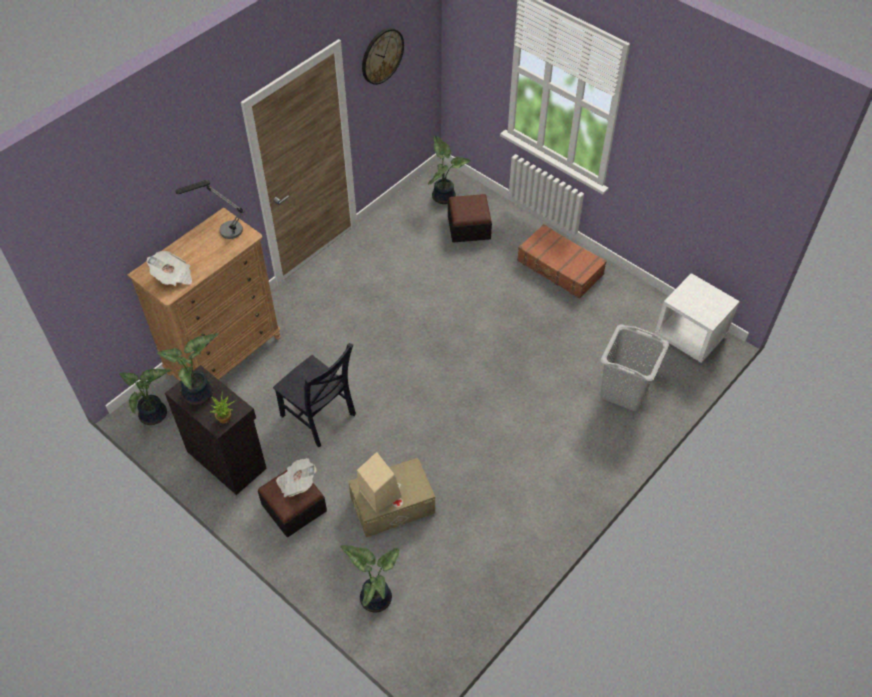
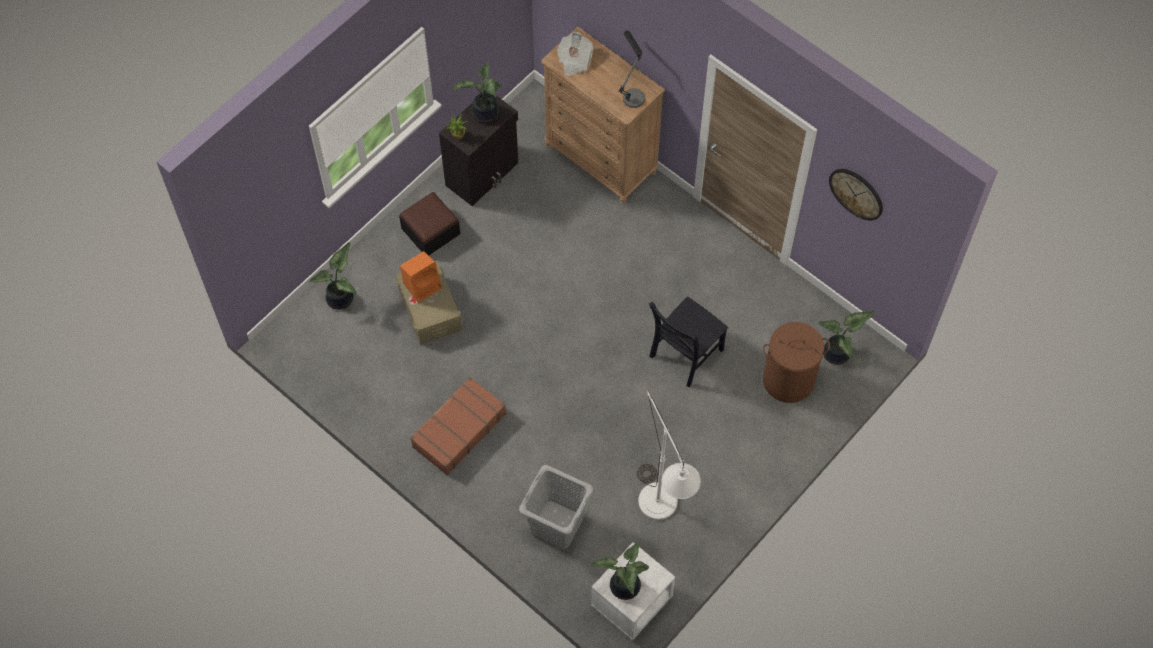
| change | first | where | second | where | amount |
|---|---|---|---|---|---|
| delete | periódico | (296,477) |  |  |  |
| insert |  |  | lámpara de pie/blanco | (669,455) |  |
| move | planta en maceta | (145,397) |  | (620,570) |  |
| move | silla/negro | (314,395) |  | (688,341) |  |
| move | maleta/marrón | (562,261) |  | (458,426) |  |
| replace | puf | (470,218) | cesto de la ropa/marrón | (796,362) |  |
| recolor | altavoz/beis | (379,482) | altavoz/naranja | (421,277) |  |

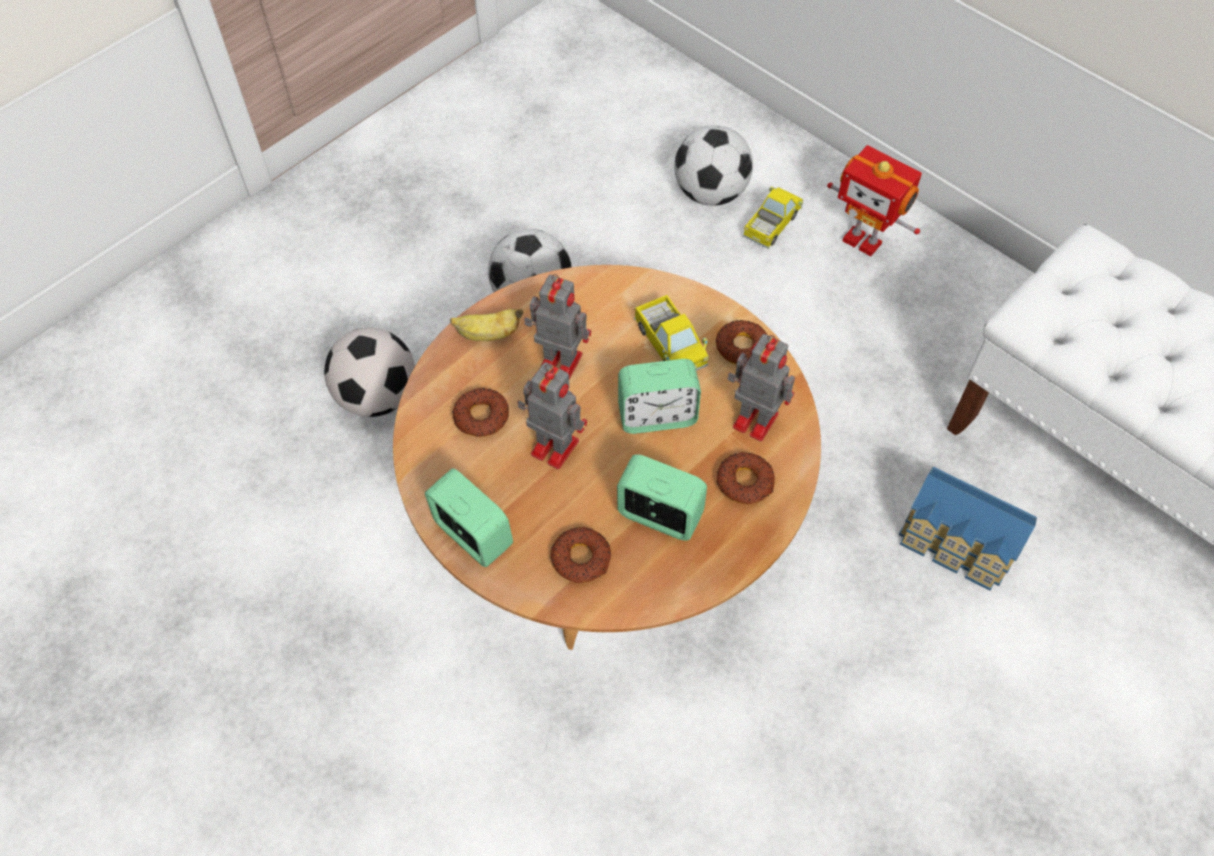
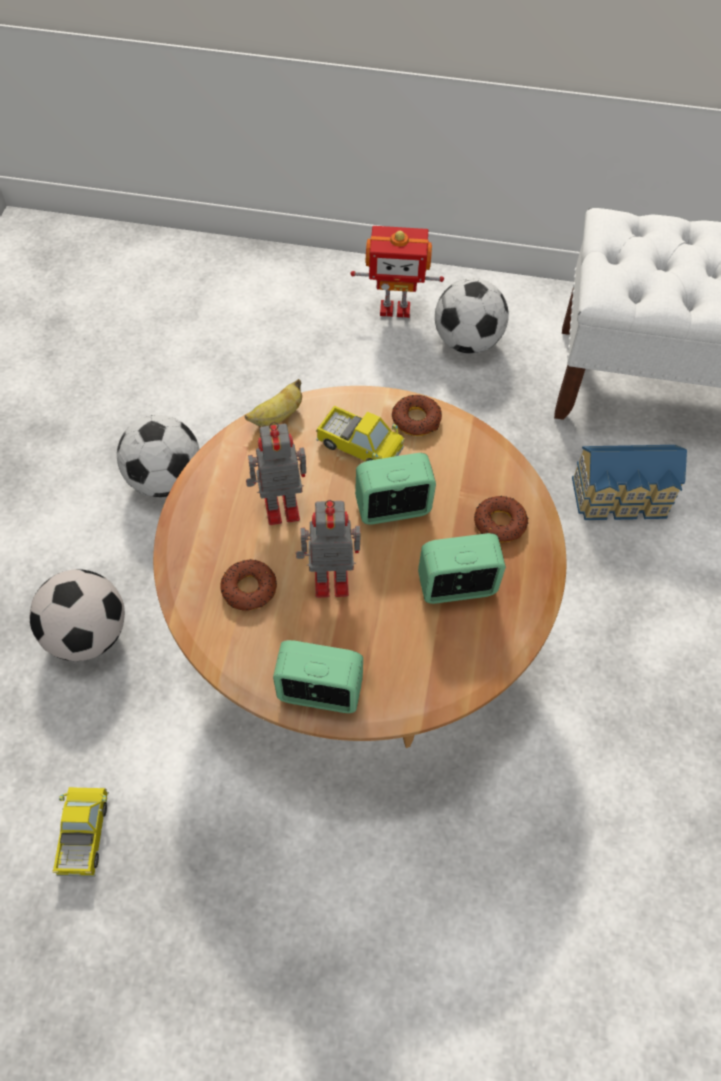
| change | first | where | second | where | amount |
|---|---|---|---|---|---|
| delete | rosquilla | (580,555) |  |  |  |
| delete | robot de juguete | (761,387) |  |  |  |
| move | plátano | (486,324) |  | (273,403) |  |
| move | balón de fútbol | (713,165) |  | (472,316) |  |
| move | camión de juguete | (773,217) |  | (80,832) |  |
| rotate | despertador | (659,396) |  | (395,489) | 150 degrees counterclockwise |

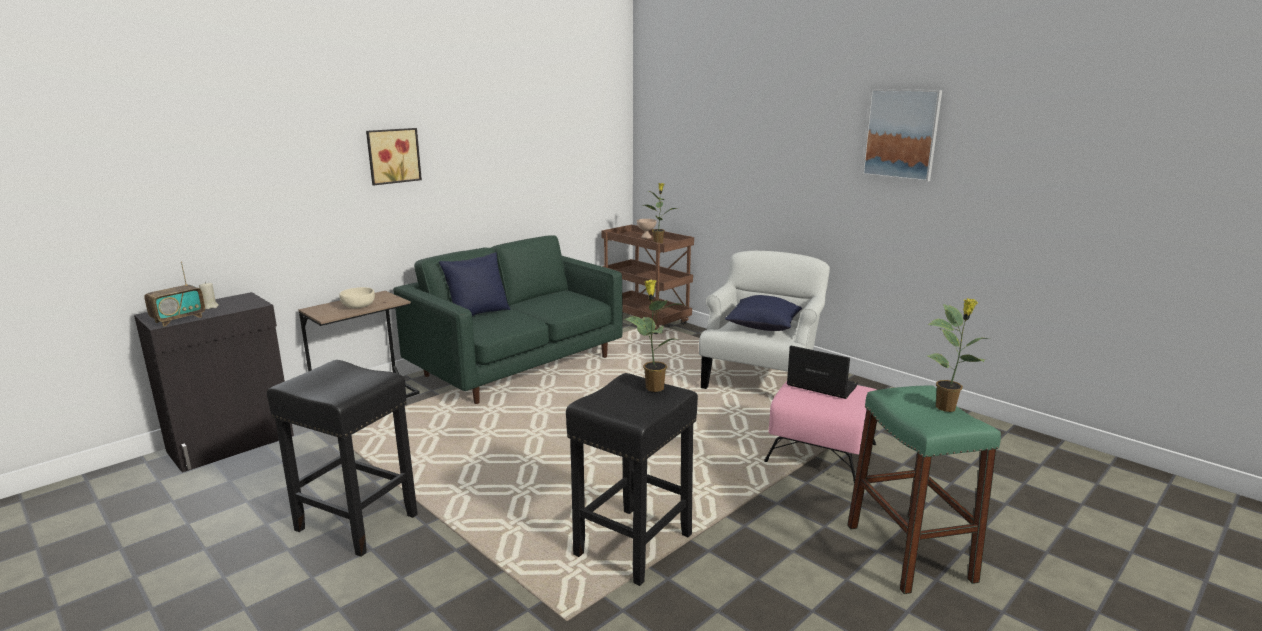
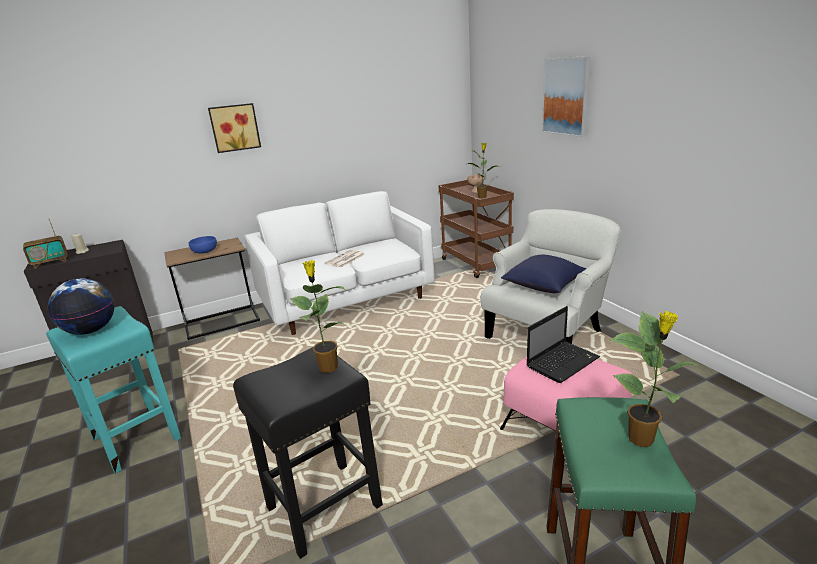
| change | first | where | second | where | amount |
|---|---|---|---|---|---|
| delete | cojín/azul | (474,284) |  |  |  |
| insert |  |  | globo terráqueo | (81,306) |  |
| insert |  |  | periódico | (345,259) |  |
| move | cuadro | (902,135) |  | (566,96) |  |
| recolor | taburete/negro | (342,458) | taburete/turquesa | (113,390) |  |
| recolor | cuenco/beis | (357,297) | cuenco/azul | (203,245) |  |
| recolor | sofá/verde | (508,319) | sofá/blanco | (339,263) |  |
| rotate | portátil | (822,372) |  | (563,344) | 90 degrees clockwise |

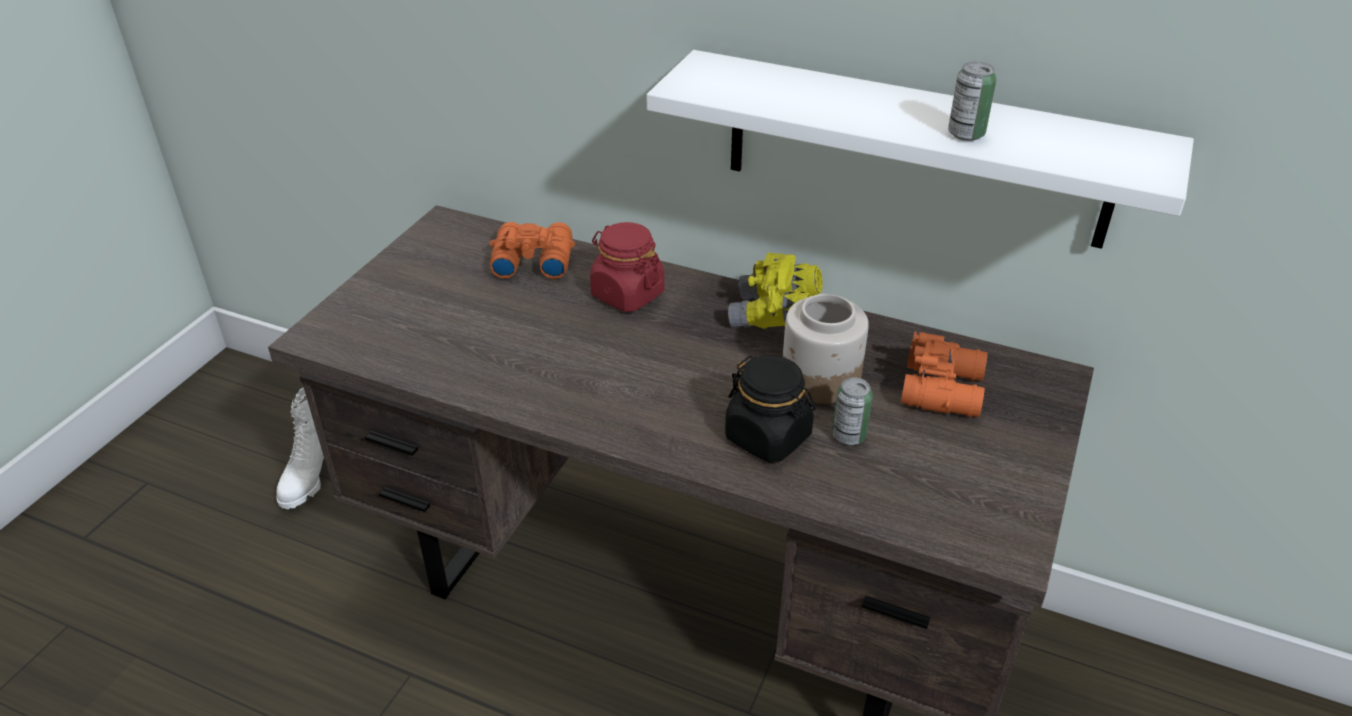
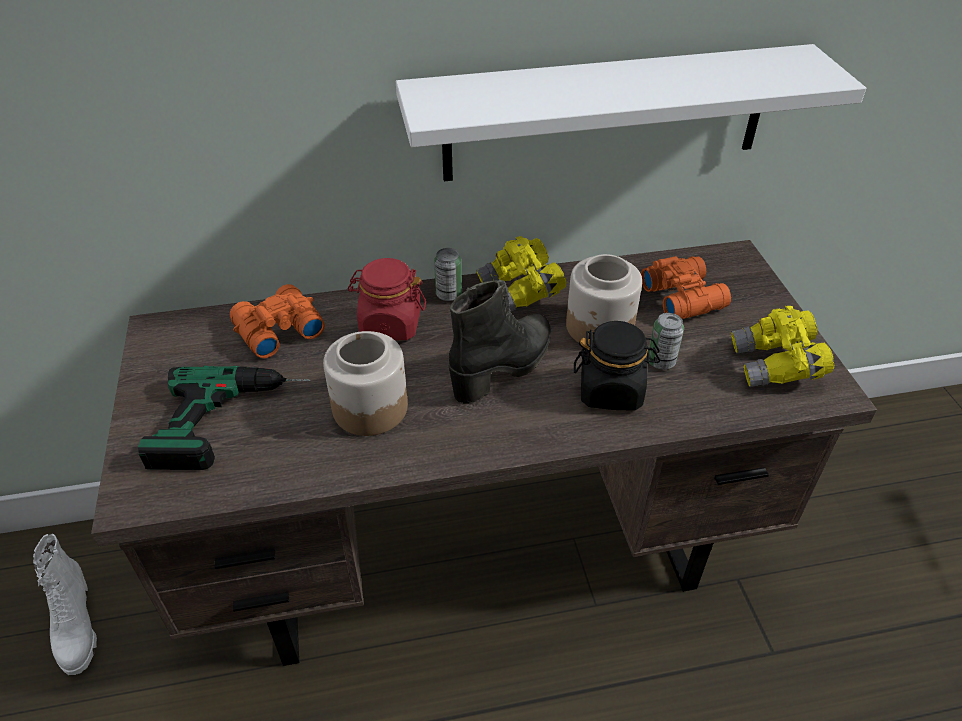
| change | first | where | second | where | amount |
|---|---|---|---|---|---|
| insert |  |  | taladro | (224,418) |  |
| insert |  |  | tarro | (365,383) |  |
| insert |  |  | bota/negro | (500,342) |  |
| insert |  |  | prismáticos/amarillo | (783,346) |  |
| move | lata | (972,101) |  | (448,274) |  |

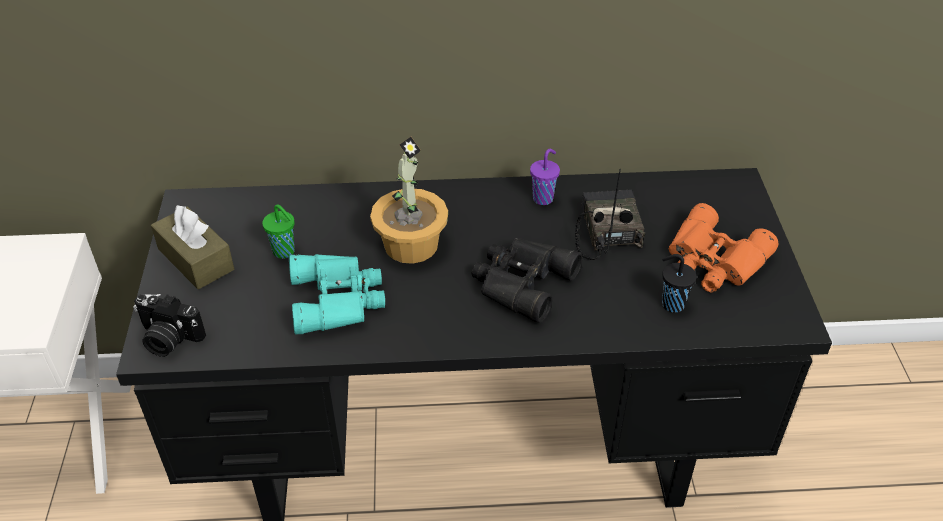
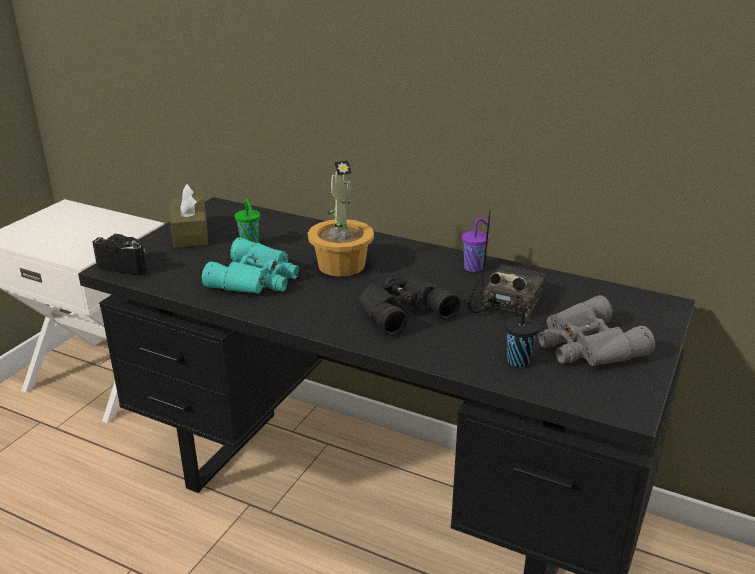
| change | first | where | second | where | amount |
|---|---|---|---|---|---|
| recolor | prismáticos/naranja | (724,248) | prismáticos/gris | (596,330) |  |
| rotate | cámara | (169,325) |  | (119,255) | 150 degrees clockwise |

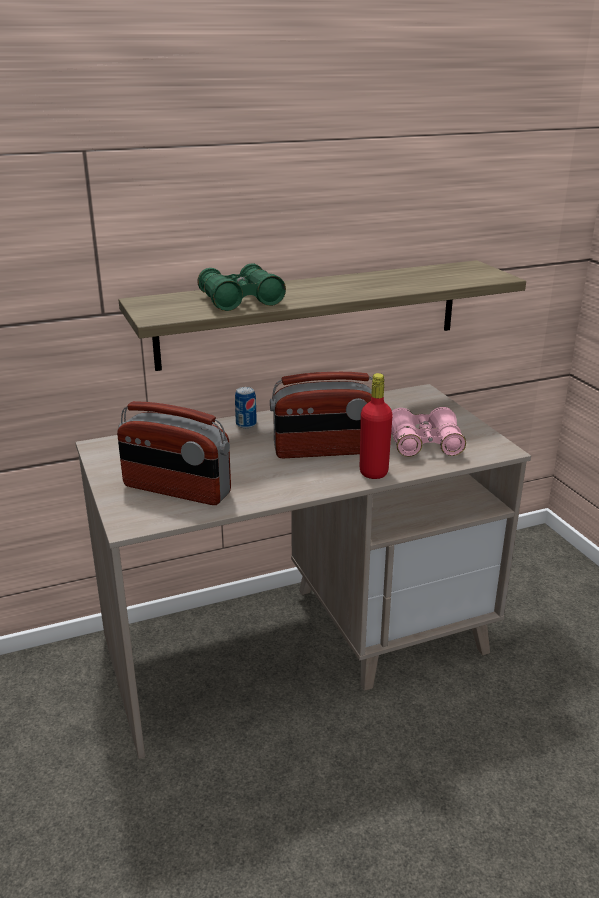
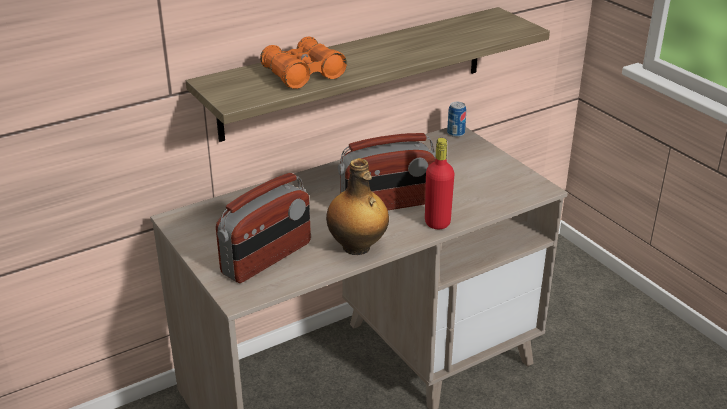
| change | first | where | second | where | amount |
|---|---|---|---|---|---|
| delete | prismáticos/rosa | (428,432) |  |  |  |
| insert |  |  | botella | (357,206) |  |
| move | lata | (246,407) |  | (456,119) |  |
| recolor | prismáticos/verde | (241,287) | prismáticos/naranja | (303,63) |  |
| rotate | radio | (174,453) |  | (263,228) | 60 degrees counterclockwise |

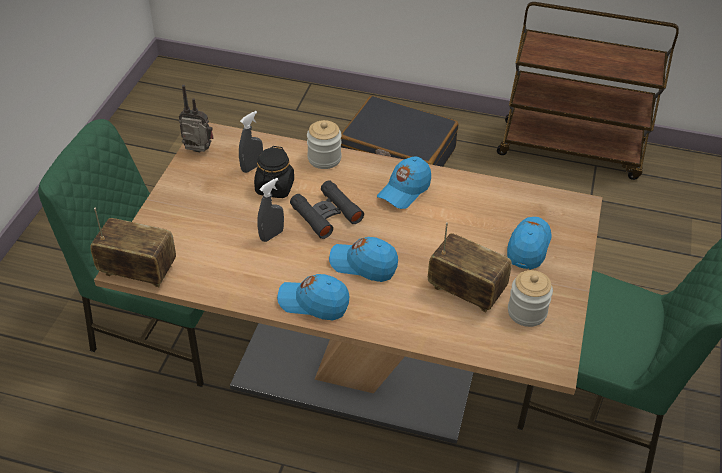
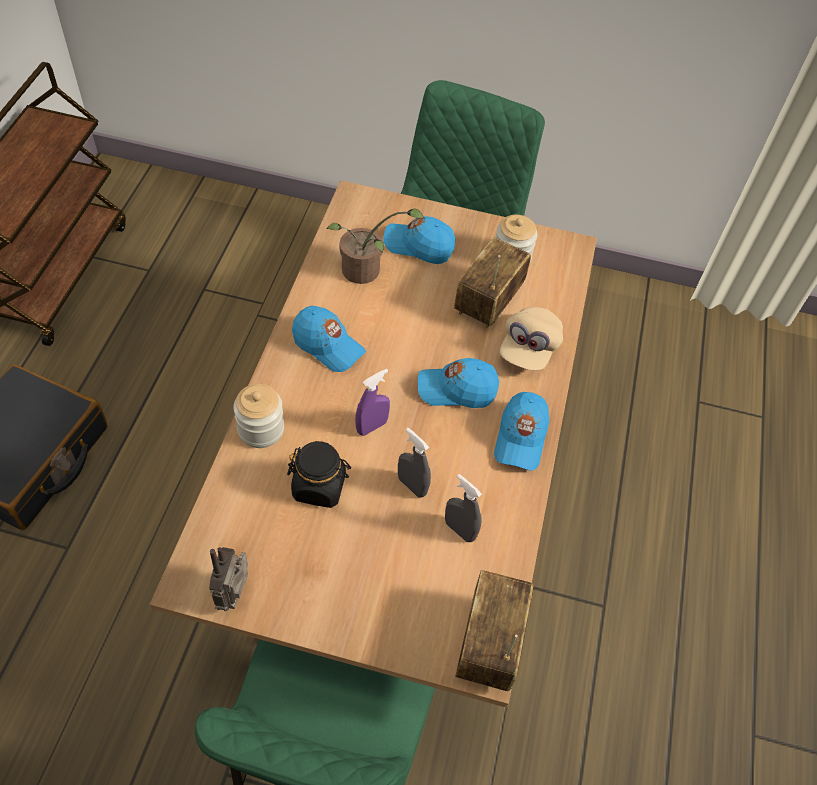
| change | first | where | second | where | amount |
|---|---|---|---|---|---|
| insert |  |  | planta en maceta | (376,246) |  |
| insert |  |  | gorra/beis | (531,338) |  |
| move | pulverizador/gris | (251,142) |  | (463,508) |  |
| replace | prismáticos/negro | (327,209) | pulverizador/morado | (372,402) |  |
| rotate | gorra/azul | (363,259) |  | (458,383) | 75 degrees clockwise |

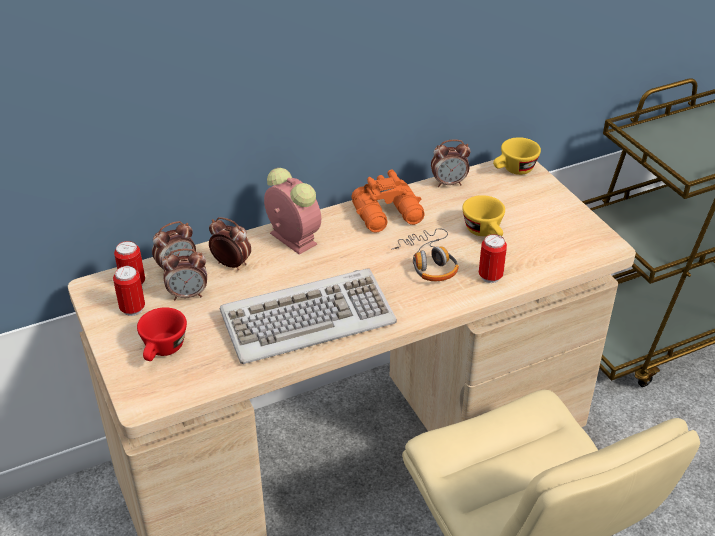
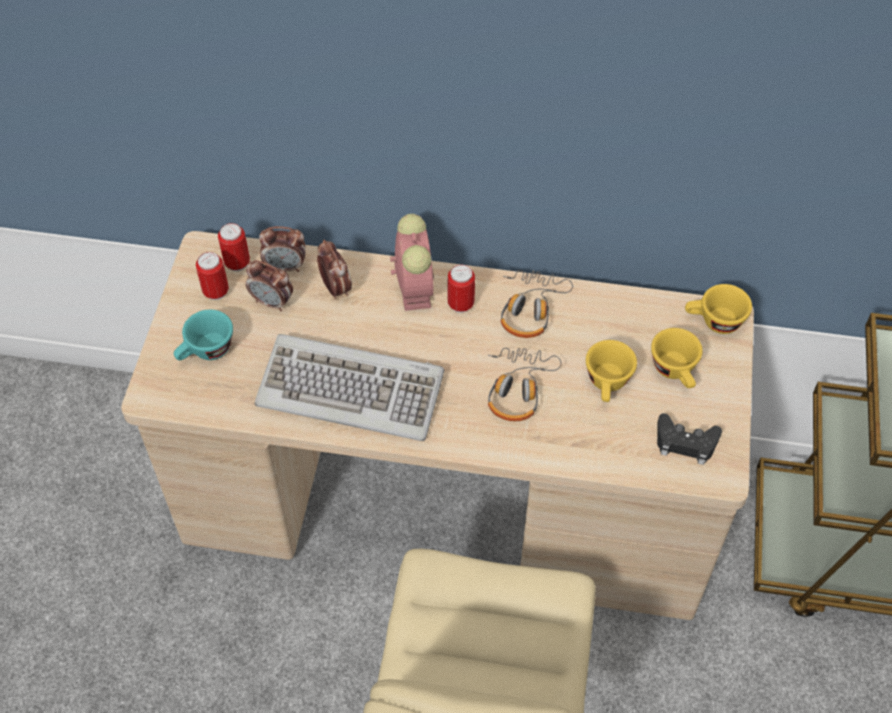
| change | first | where | second | where | amount |
|---|---|---|---|---|---|
| delete | despertador | (451,163) |  |  |  |
| insert |  |  | taza/amarillo | (677,358) |  |
| insert |  |  | mando de consola/negro | (689,439) |  |
| move | lata | (493,258) |  | (461,288) |  |
| replace | prismáticos/naranja | (388,201) | auriculares | (537,304) |  |
| recolor | taza/rojo | (162,334) | taza/turquesa | (203,334) |  |

